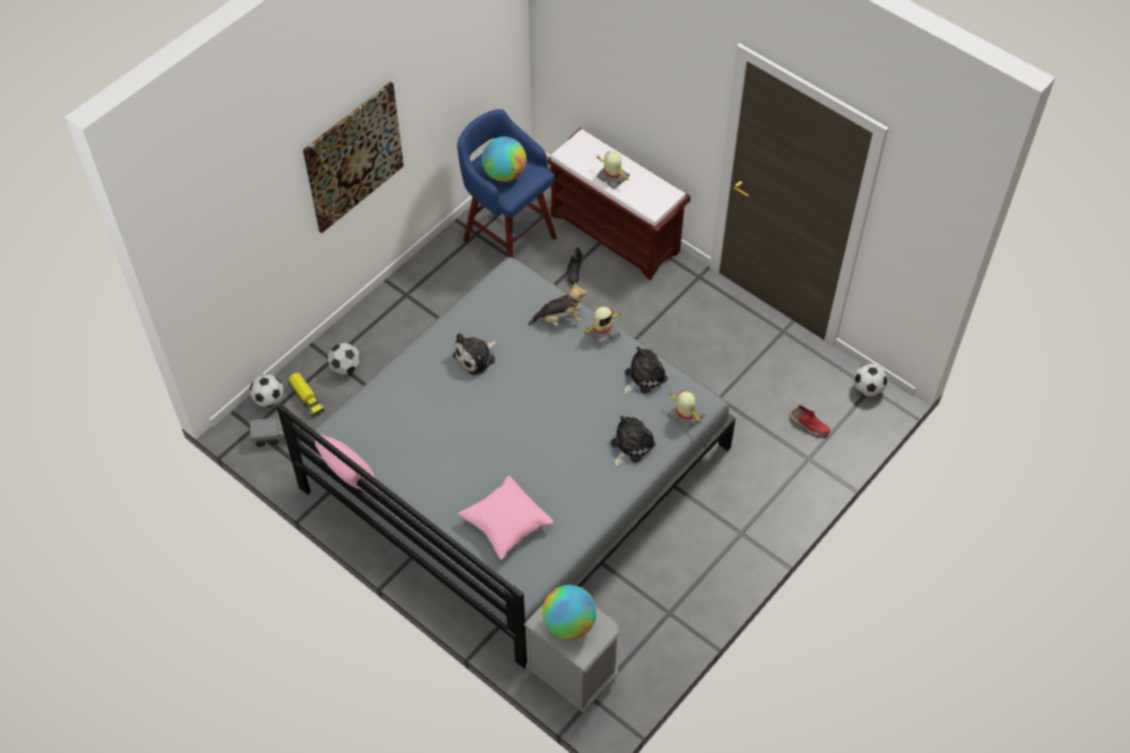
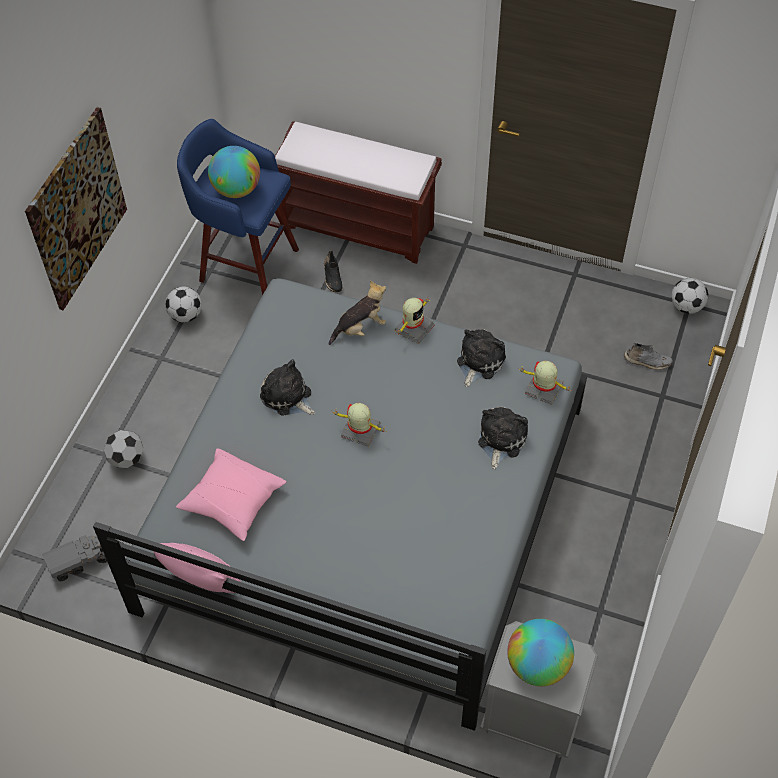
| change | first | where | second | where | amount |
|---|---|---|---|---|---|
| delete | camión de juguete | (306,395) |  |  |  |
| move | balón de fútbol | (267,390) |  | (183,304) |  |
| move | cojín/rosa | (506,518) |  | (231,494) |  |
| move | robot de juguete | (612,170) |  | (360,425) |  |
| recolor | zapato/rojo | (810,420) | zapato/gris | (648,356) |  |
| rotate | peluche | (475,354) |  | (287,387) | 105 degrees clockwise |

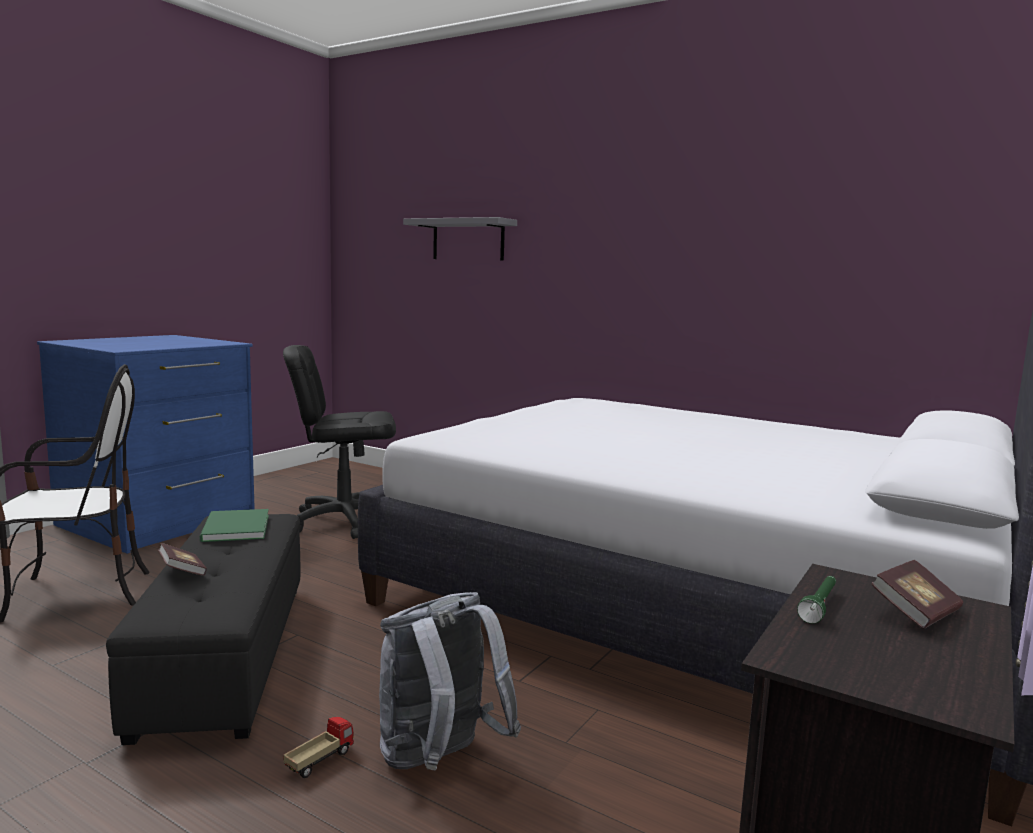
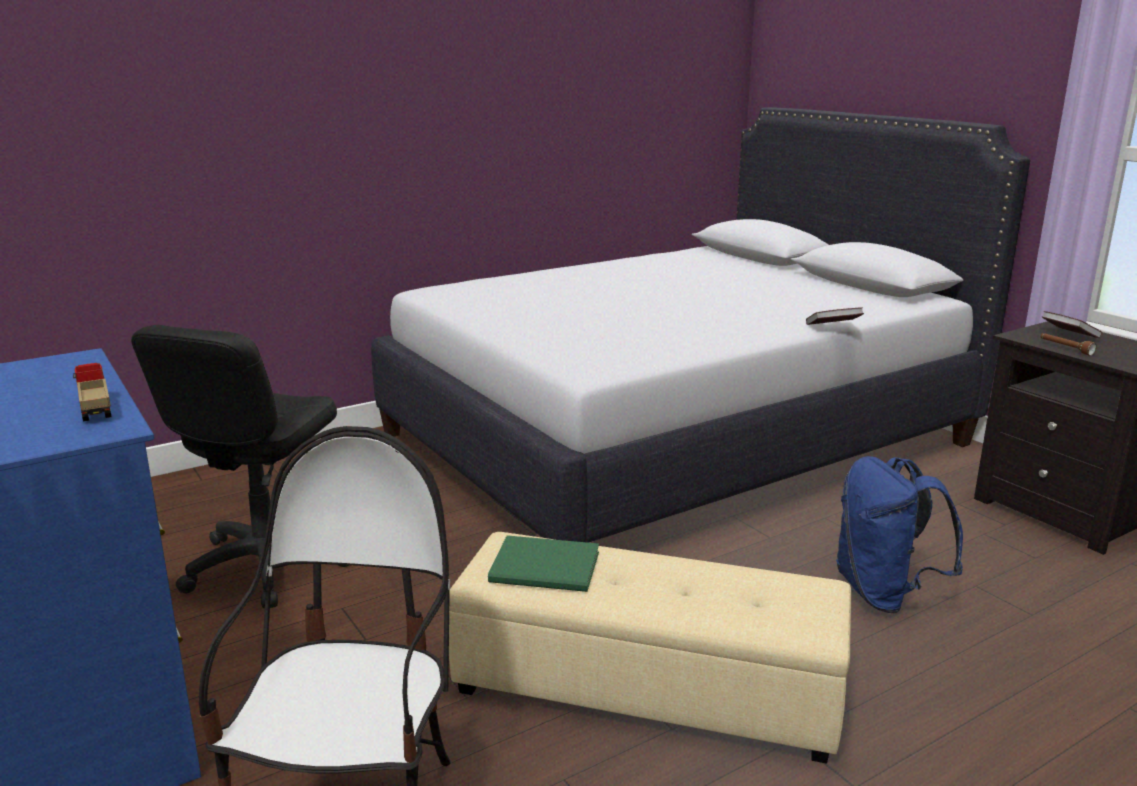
| change | first | where | second | where | amount |
|---|---|---|---|---|---|
| delete | estante/gris | (460,239) |  |  |  |
| move | libro | (182,559) |  | (835,316) |  |
| move | camión de juguete | (318,747) |  | (92,392) |  |
| recolor | puf/negro | (203,629) | puf/beis | (650,648) |  |
| recolor | mochila/gris | (450,681) | mochila/azul | (899,534) |  |
| recolor | linterna/verde | (816,600) | linterna/marrón | (1069,344) |  |

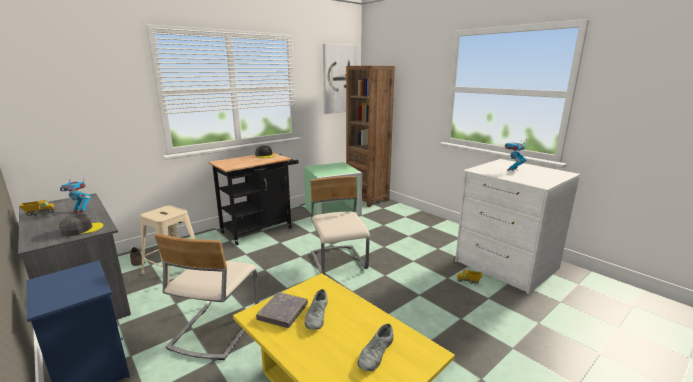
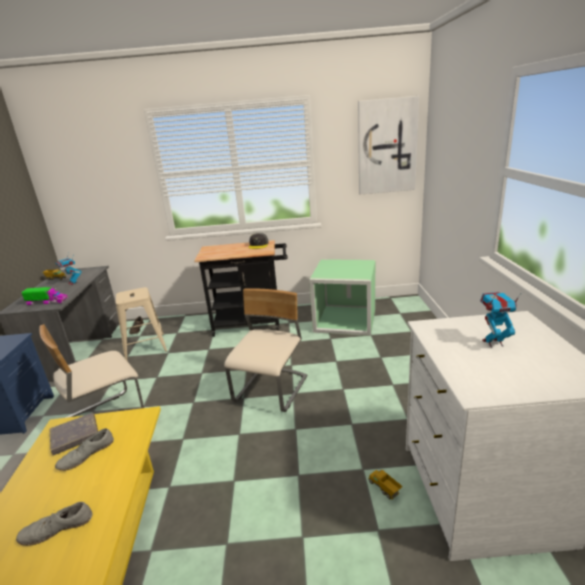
| change | first | where | second | where | amount |
|---|---|---|---|---|---|
| delete | estantería/marrón | (370,136) |  |  |  |
| replace | gorra/gris | (81,225) | camión de juguete | (44,296) |  |

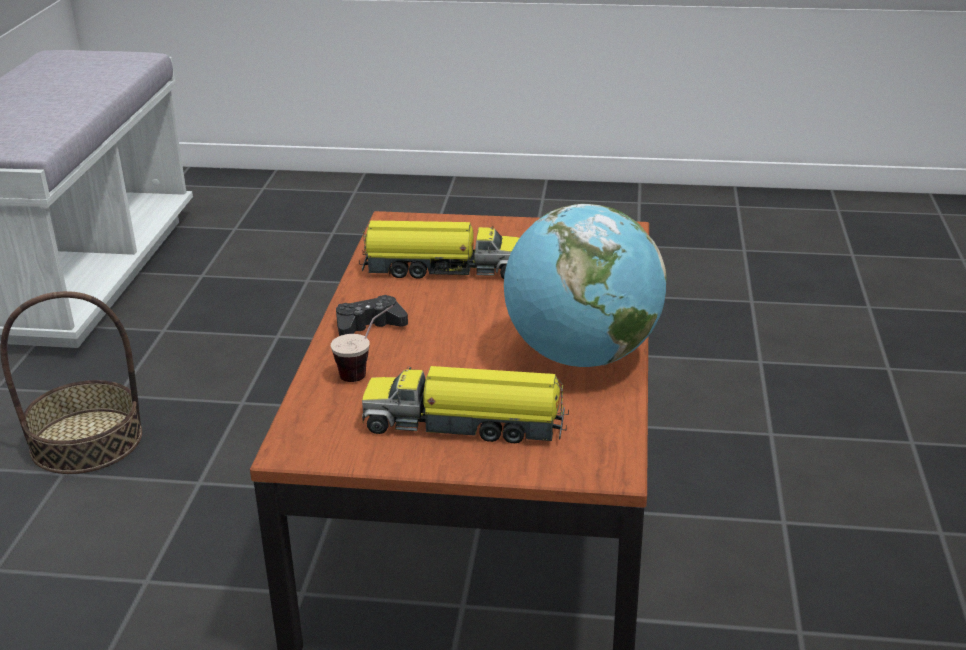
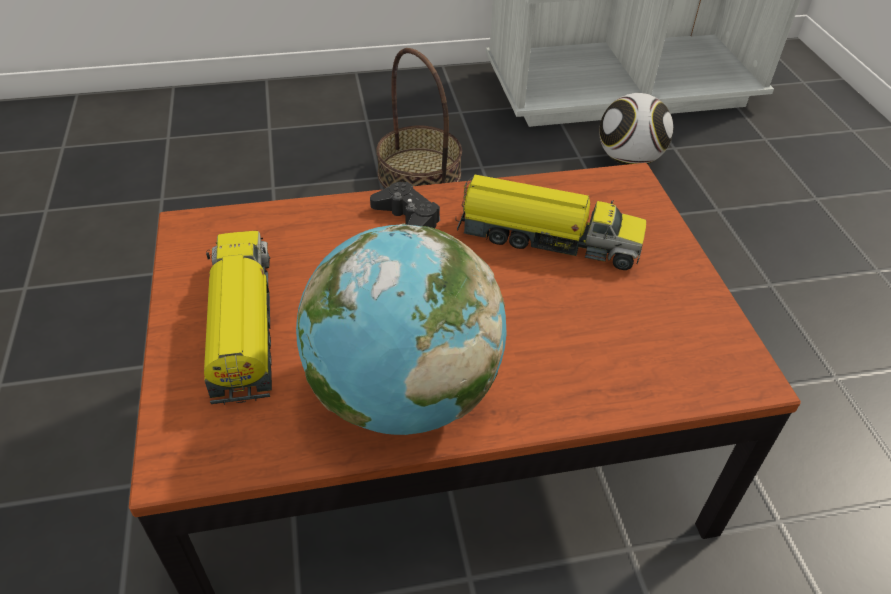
| change | first | where | second | where | amount |
|---|---|---|---|---|---|
| delete | taza | (362,343) |  |  |  |
| insert |  |  | balón de fútbol | (636,129) |  |
| rotate | camión de juguete | (439,249) |  | (550,222) | 60 degrees counterclockwise |

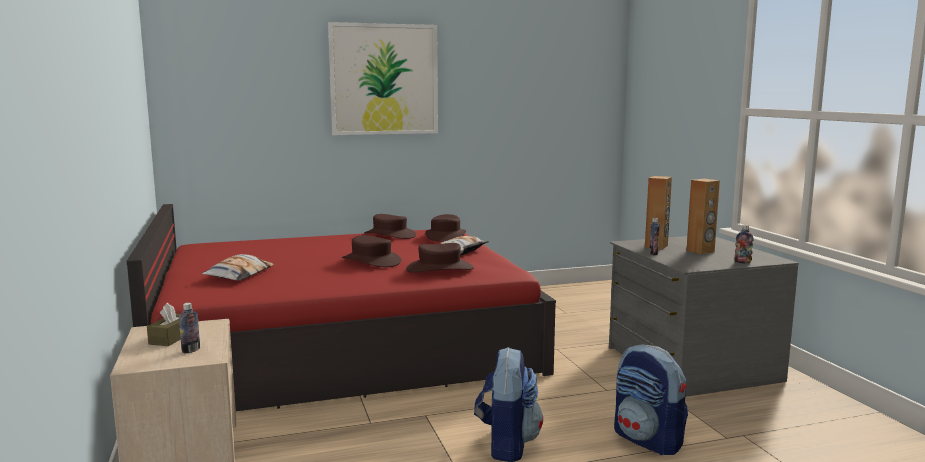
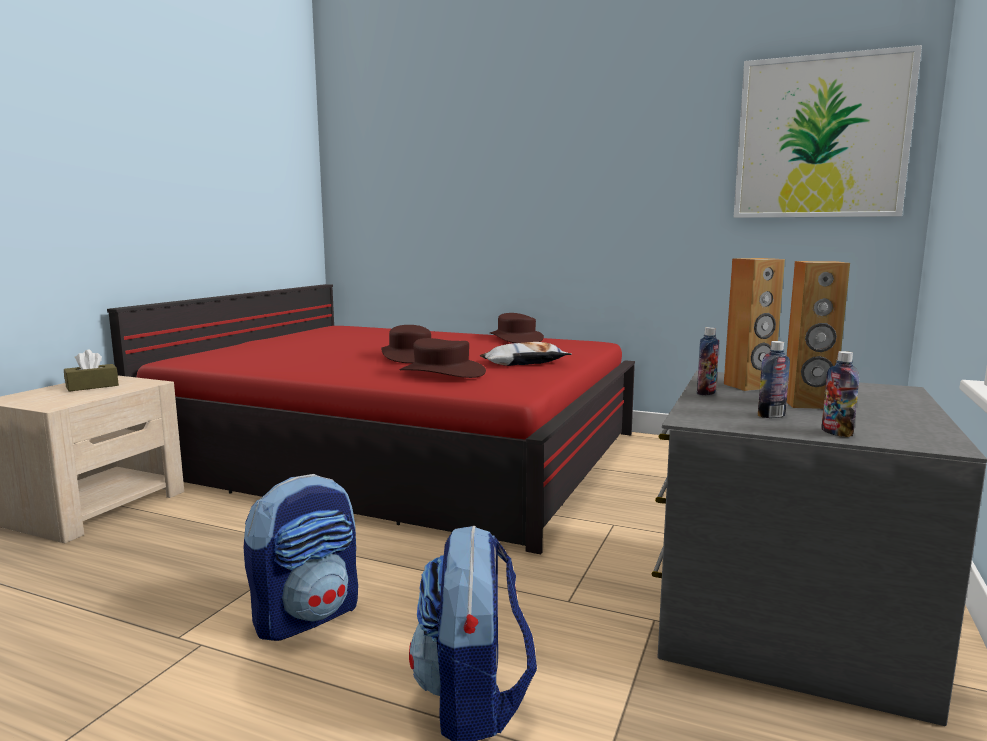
| change | first | where | second | where | amount |
|---|---|---|---|---|---|
| delete | cojín | (238,267) |  |  |  |
| delete | sombrero/marrón | (445,228) |  |  |  |
| move | botella | (189,328) |  | (774,379) |  |
| move | cuadro | (383,78) |  | (828,131) |  |

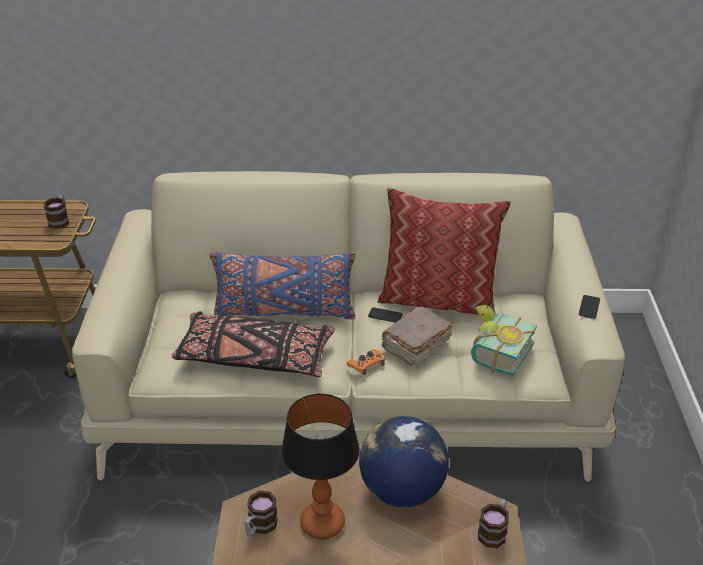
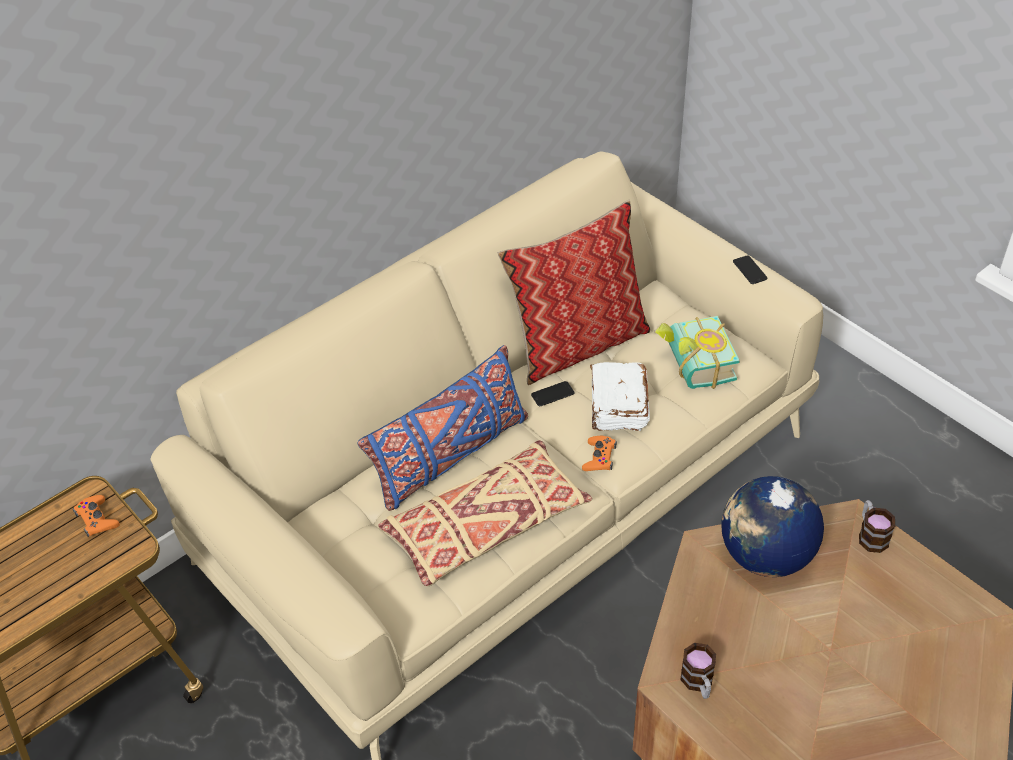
| change | first | where | second | where | amount |
|---|---|---|---|---|---|
| delete | lámpara de mesa | (320,466) |  |  |  |
| replace | taza grande | (56,212) | mando de consola/naranja | (96,516) |  |
| recolor | cojín/negro | (253,344) | cojín/beis | (485,513) |  |
| recolor | libro/marrón | (417,336) | libro/blanco | (620,396) |  |

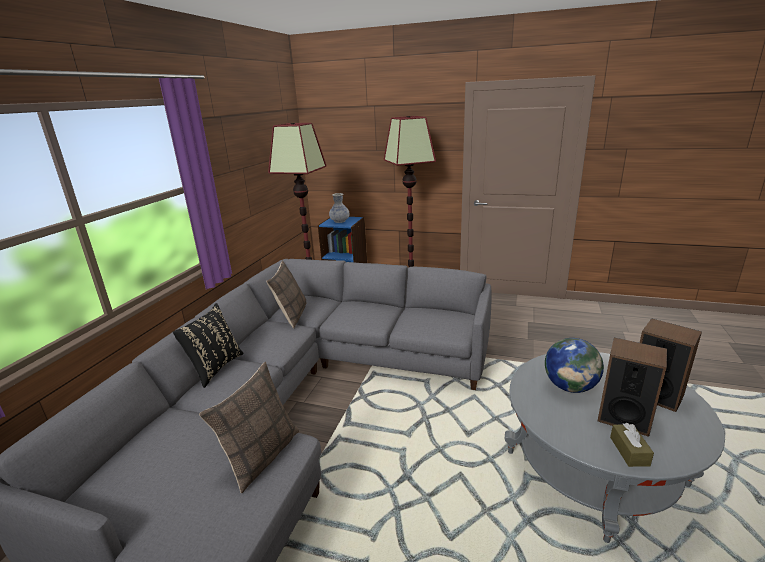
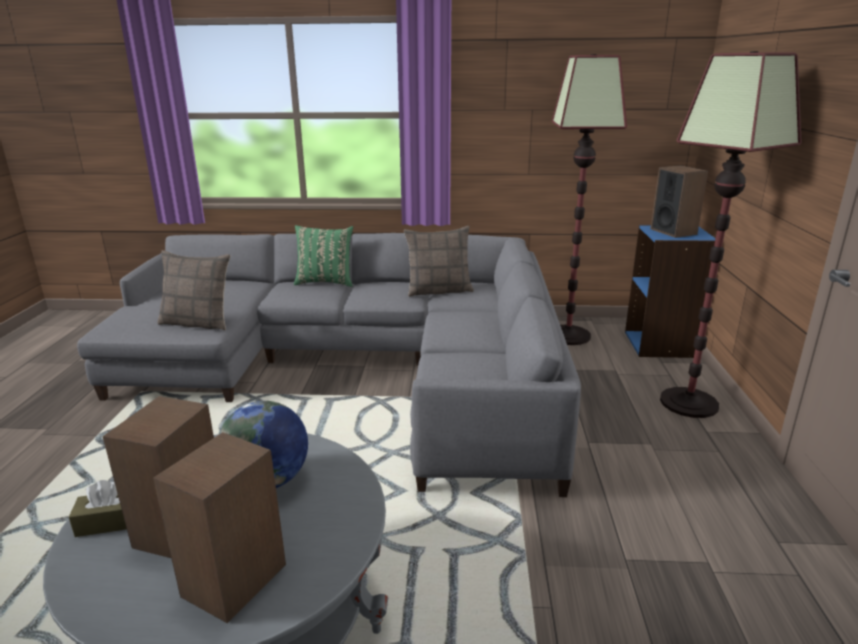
| change | first | where | second | where | amount |
|---|---|---|---|---|---|
| replace | florero | (339,208) | altavoz | (679,201) |  |
| recolor | cojín/negro | (208,345) | cojín/verde | (323,256) |  |

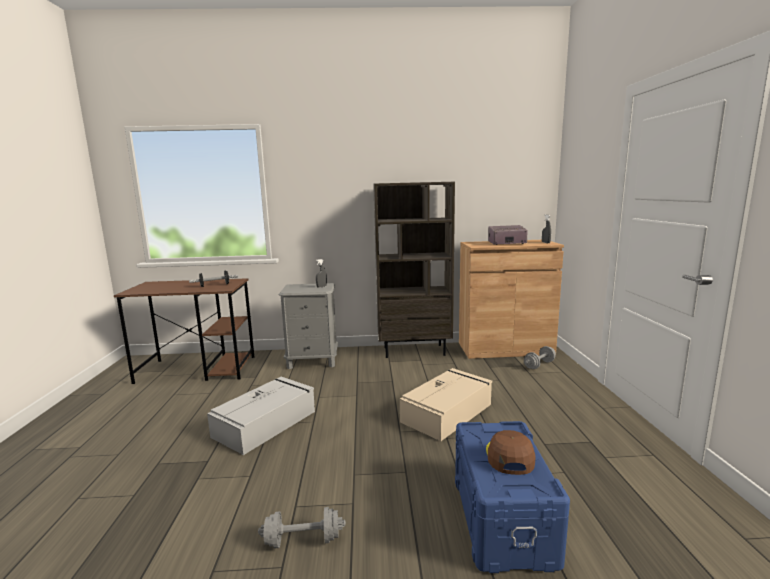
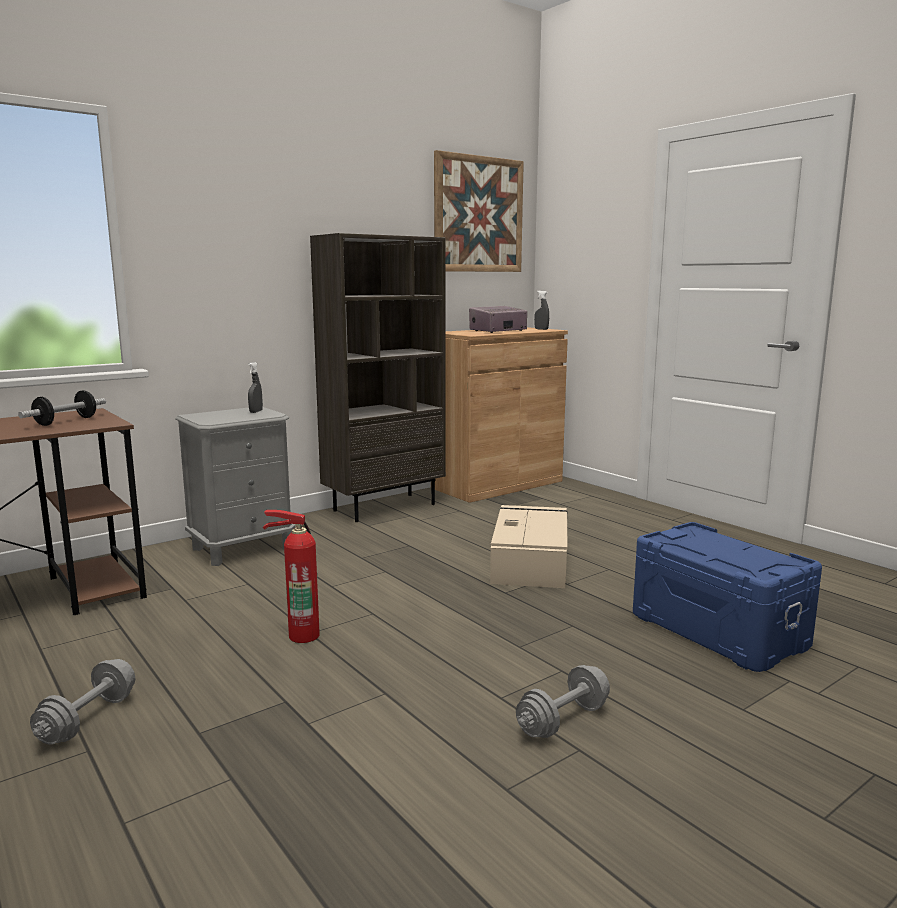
| change | first | where | second | where | amount |
|---|---|---|---|---|---|
| delete | gorra/marrón | (511,452) |  |  |  |
| insert |  |  | cuadro | (479,211) |  |
| move | mancuerna/gris | (540,357) |  | (83,702) |  |
| replace | caja de almacenaje/gris | (261,416) | extintor | (291,576) |  |

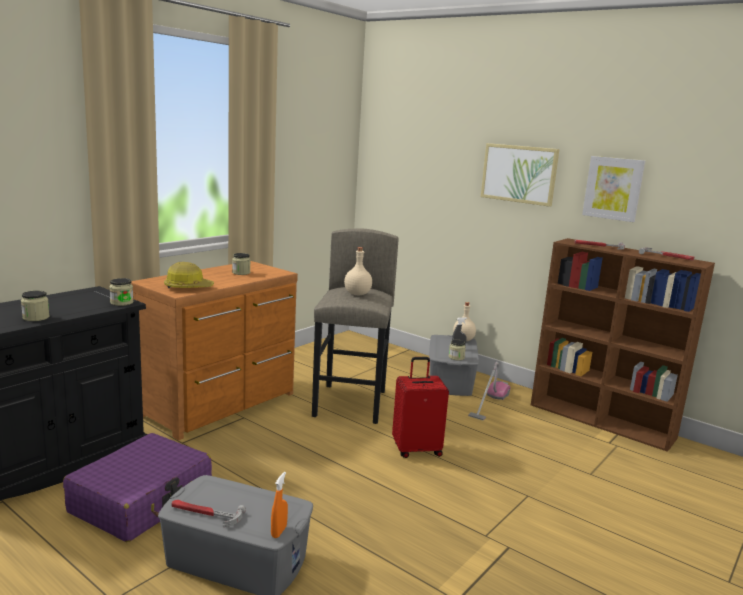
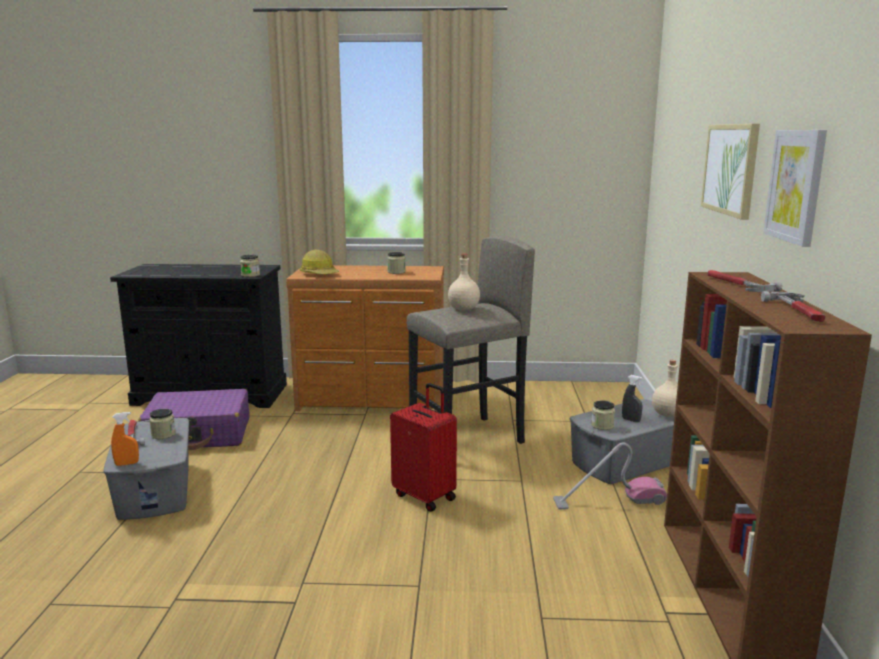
| change | first | where | second | where | amount |
|---|---|---|---|---|---|
| move | tarro | (35,306) |  | (162,424) |  |

